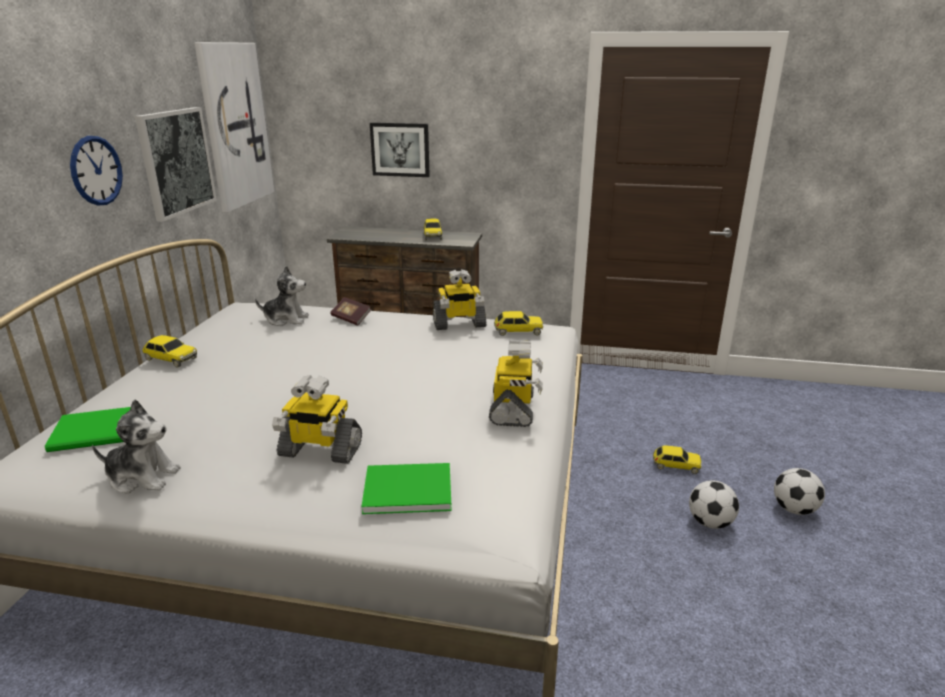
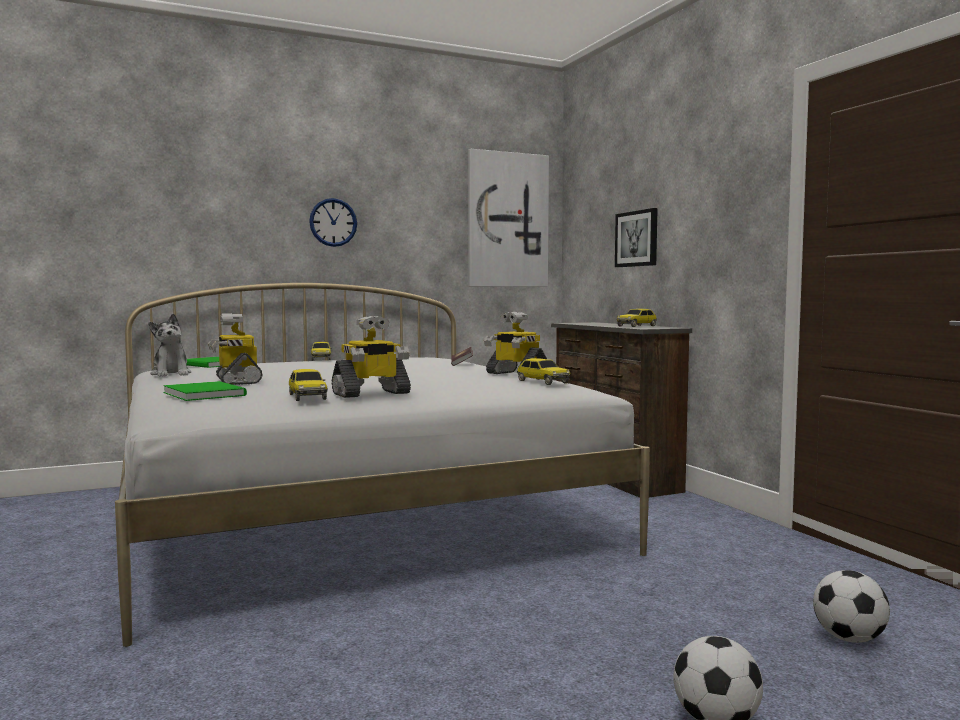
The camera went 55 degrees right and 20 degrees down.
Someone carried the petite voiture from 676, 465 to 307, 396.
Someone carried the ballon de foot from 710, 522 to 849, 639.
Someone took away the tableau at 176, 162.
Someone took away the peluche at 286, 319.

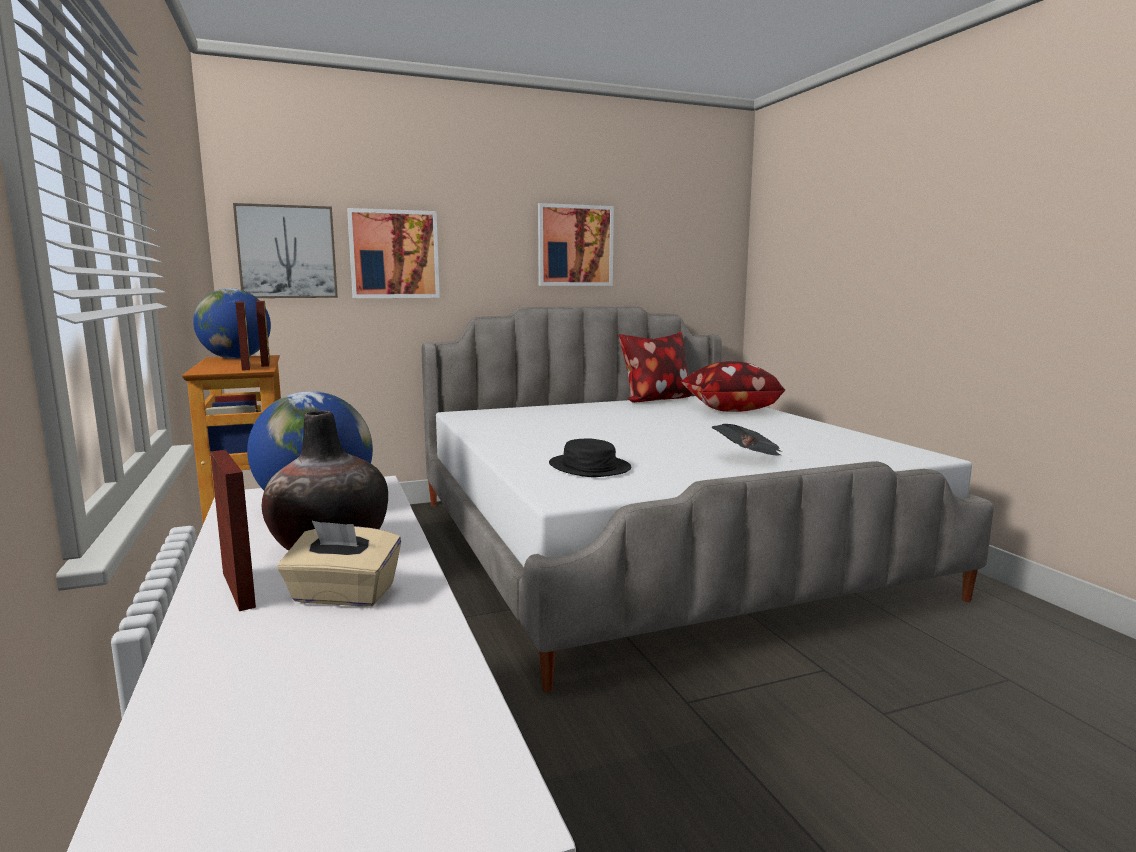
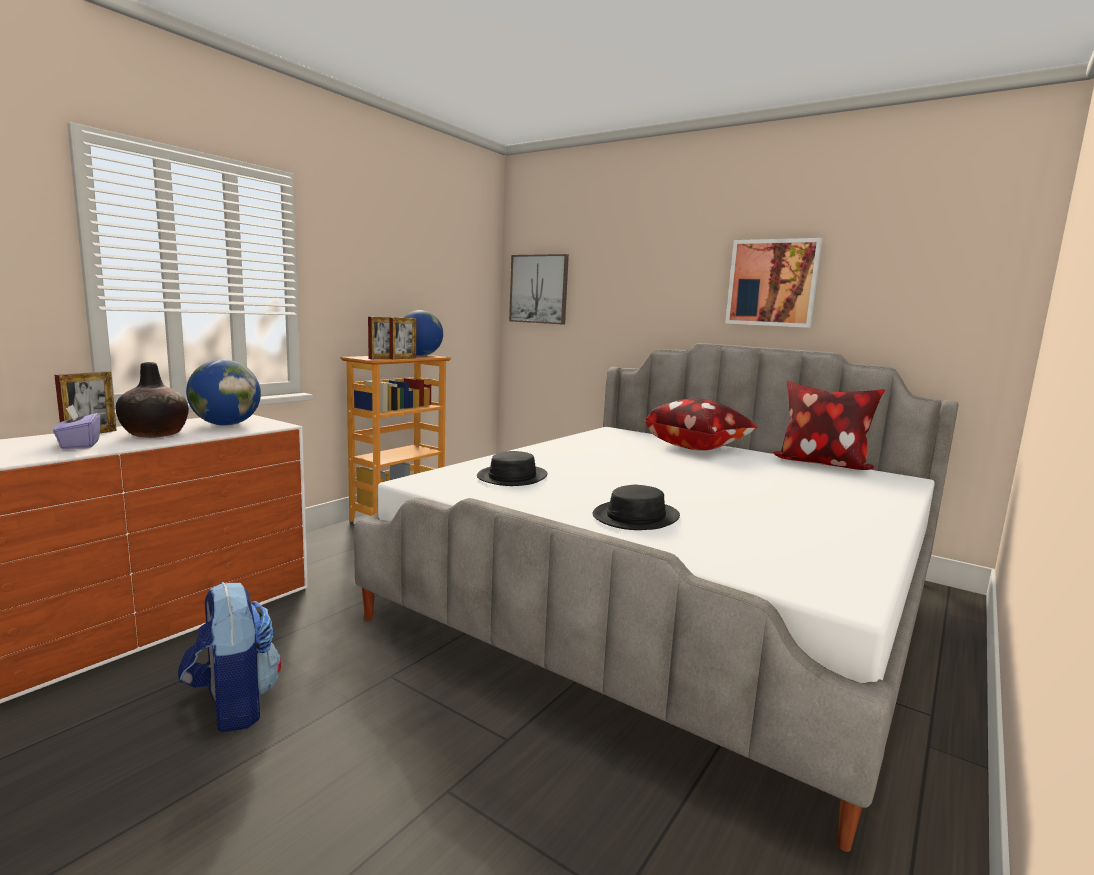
The camera went 55 degrees right and 0 degrees up.
Someone repainted the boîte à mouchoirs (beige) at 343, 595, which became the boîte à mouchoirs (violet) at 79, 444.
Someone put down the sac à dos at 233, 705.
Someone swapped the journal at 749, 459 for the chapeau (noir) at 636, 517.
Someone carried the coussin from 729, 410 to 696, 447.
Someone took away the tableau at 394, 254.

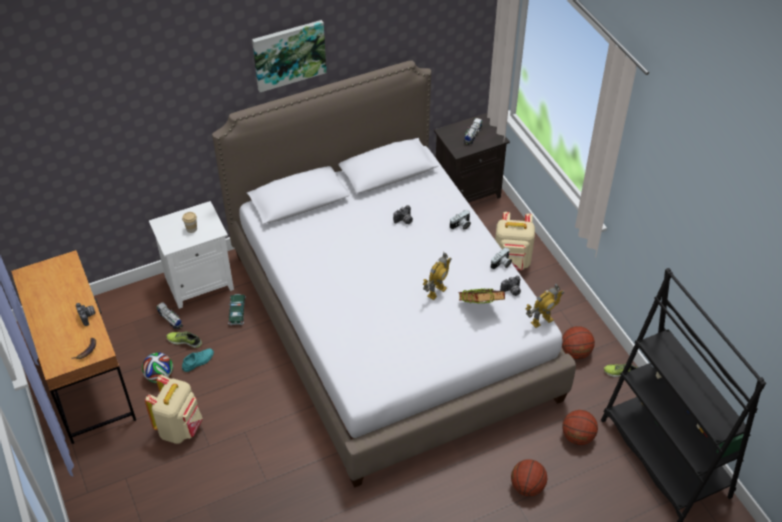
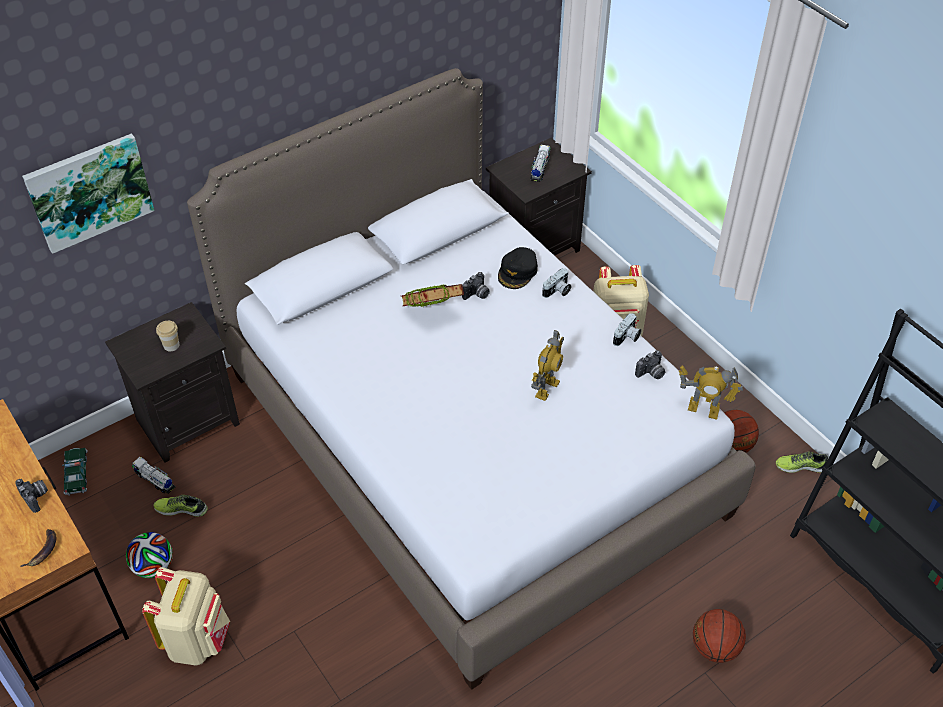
The camera went 10 degrees left and 0 degrees up.
Someone carried the tableau from 289, 54 to 89, 191.
Someone carried the petite voiture from 237, 312 to 77, 474.
Someone repainted the table de chevet (blanc) at 200, 282, which became the table de chevet (noir) at 188, 420.
Someone carried the livre from 480, 308 to 432, 314.
Someone put down the casquette (noir) at 518, 272.
Someone rotated the robot jouet at 541, 321 by 60 degrees clockwise.
Someone took away the chaussure (turquoise) at 198, 361.
Someone took away the ballon de basket at 577, 436.

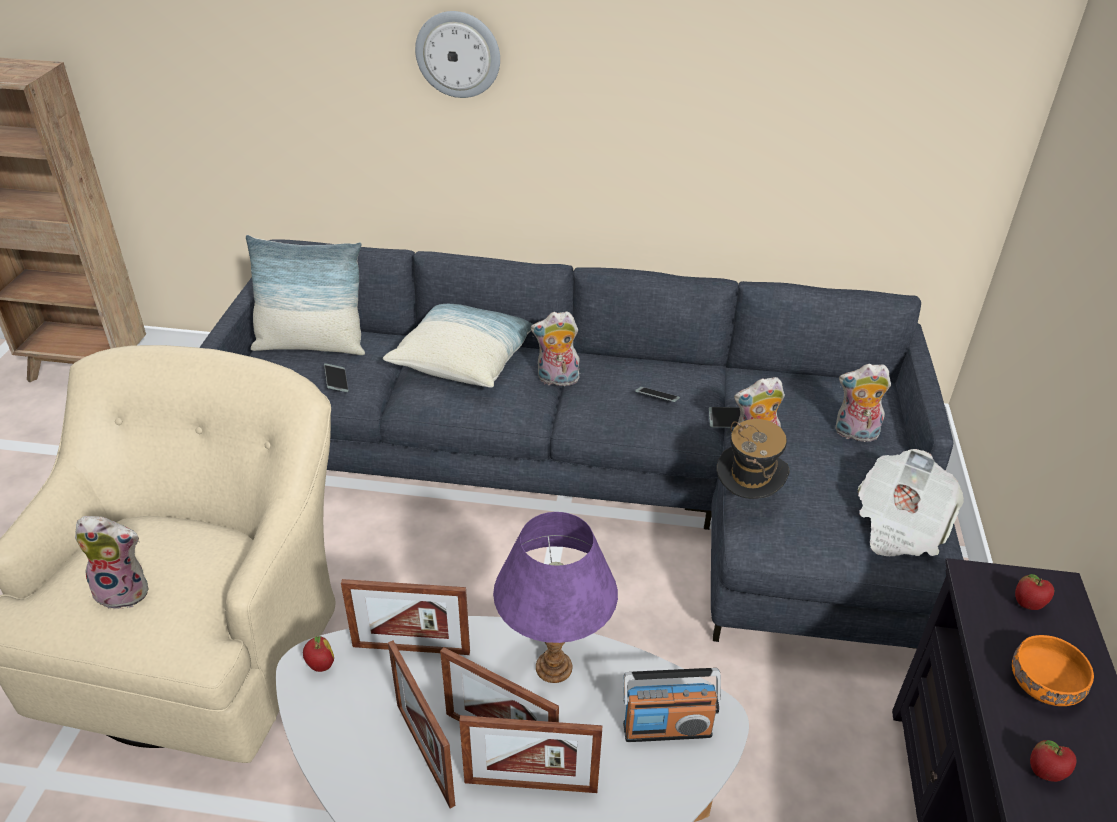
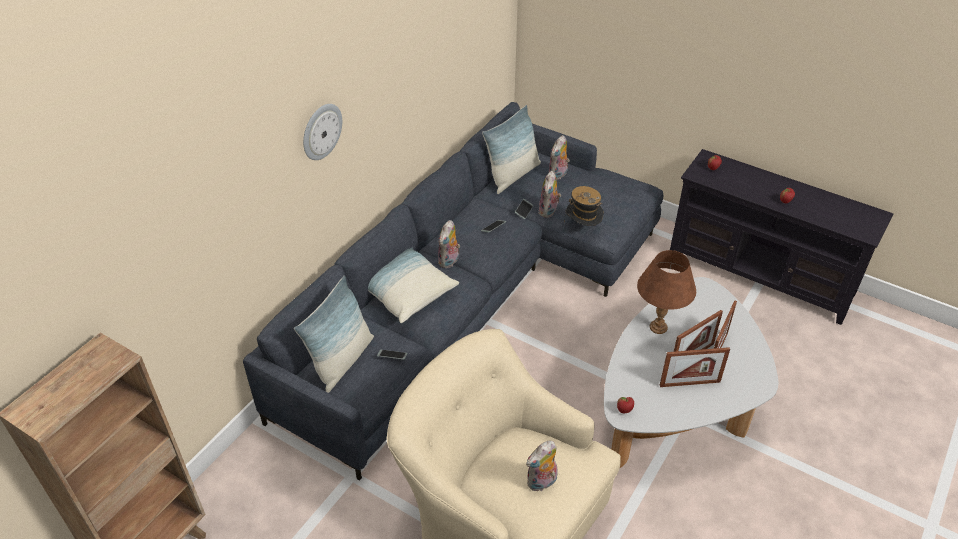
The camera went 65 degrees left and 5 degrees up.
Someone put down the coussin at 513, 175.
Someone rotated the peluche at 125, 590 by 150 degrees counterclockwise.
Someone repainted the lampe de table (violet) at 553, 667, which became the lampe de table (marron) at 658, 327.
Someone took away the cadre photo at 411, 649.
Someone took away the radio at 667, 728.
Someone took away the journal at 900, 525.
Someone took away the bol (orange) at 1045, 685.

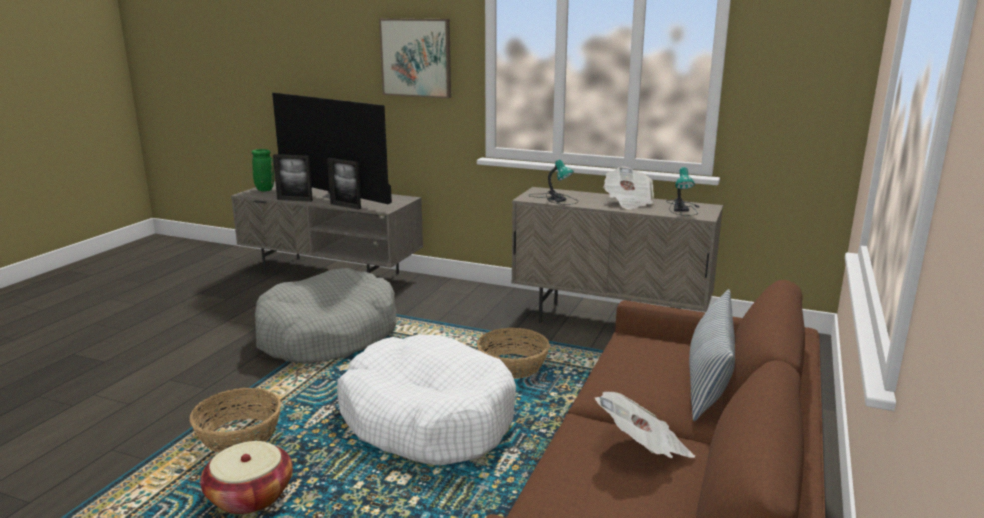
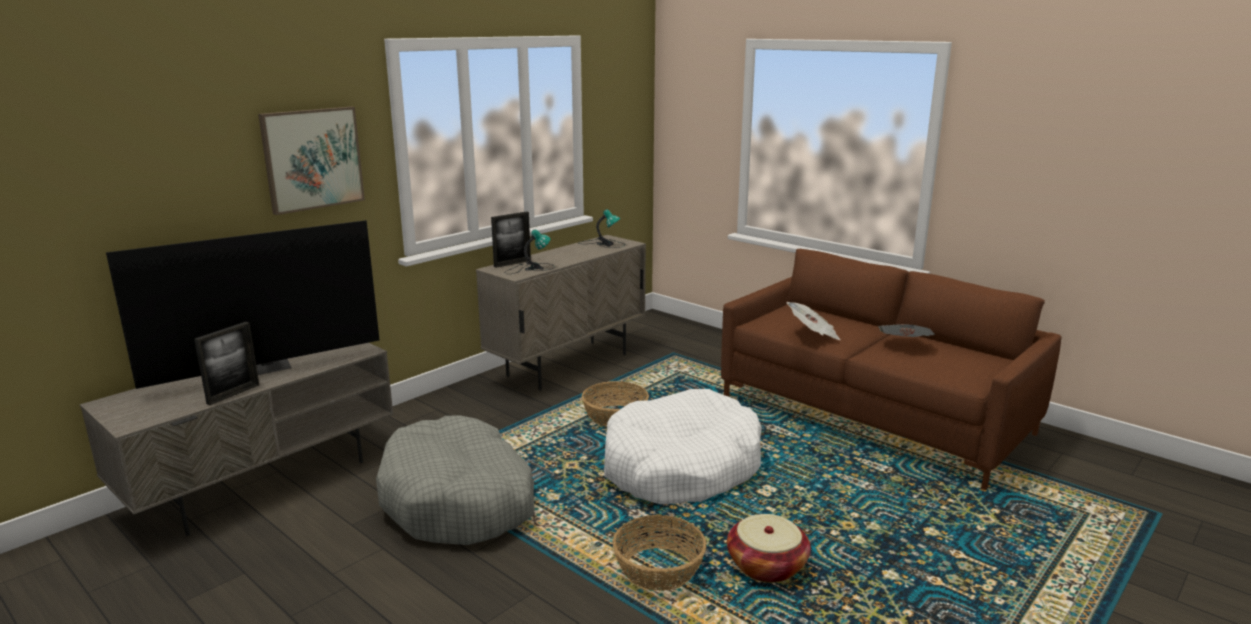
The camera went 70 degrees left and 0 degrees up.
Someone carried the cadre photo from 345, 206 to 512, 263.
Someone carried the journal from 628, 202 to 813, 334.
Someone took away the vase (vert) at 264, 190.
Someone took away the coussin at 708, 382.

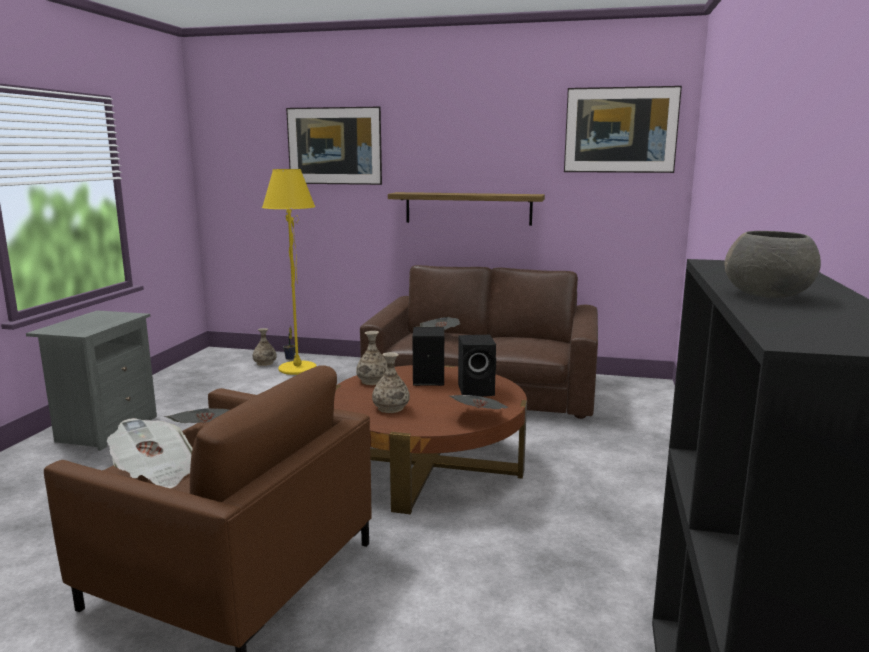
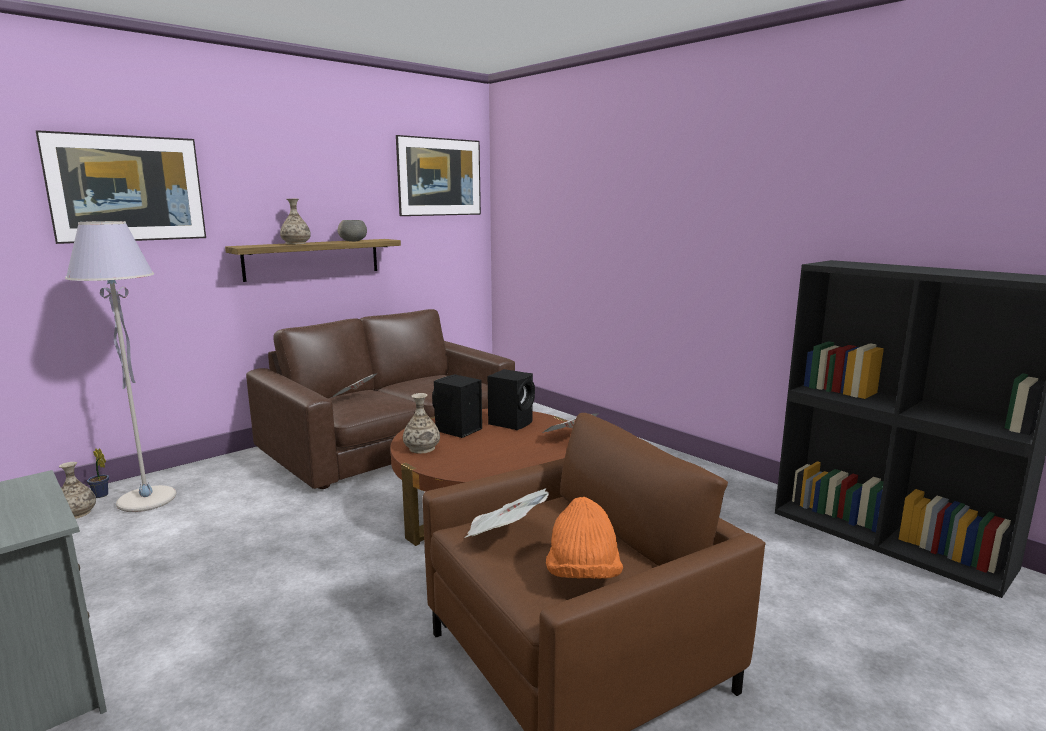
The camera went 55 degrees left and 0 degrees up.
Someone repainted the lampadaire (jaune) at 297, 369, which became the lampadaire (gris) at 146, 500.
Someone carried the vase from 391, 408 to 296, 243.
Someone carried the bol (gris) from 768, 295 to 353, 241.
Someone swapped the journal at 156, 473 for the chapeau (orange) at 583, 575.

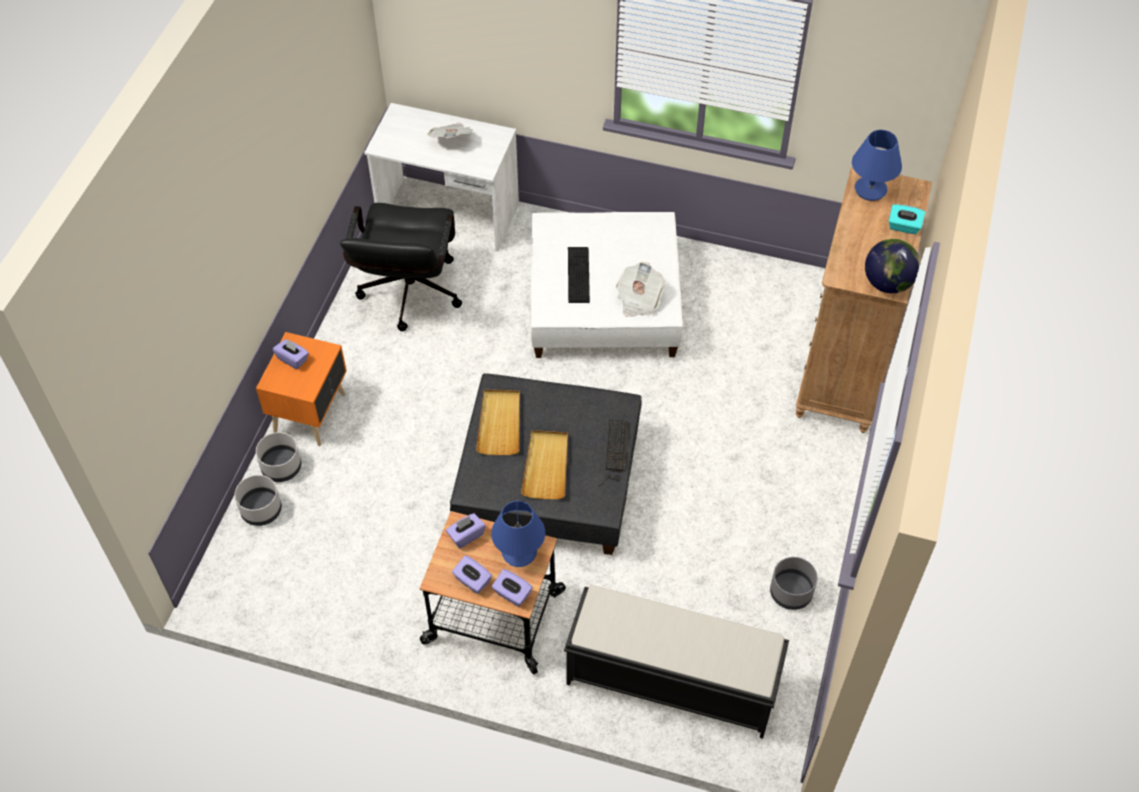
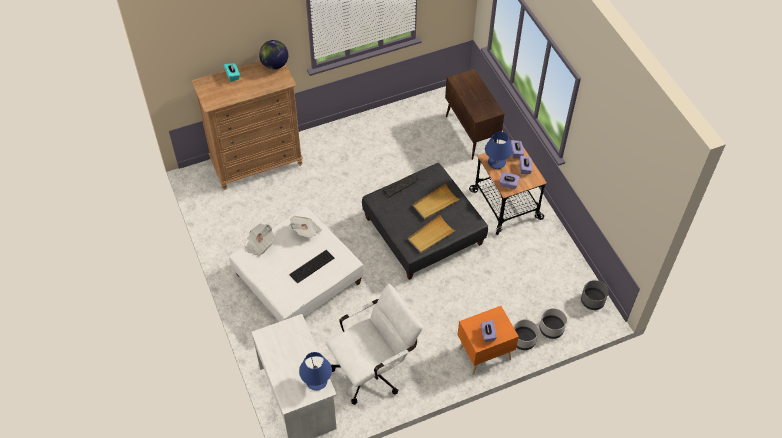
The camera went 130 degrees left and 0 degrees up.
Someone carried the journal from 451, 140 to 259, 245.
Someone carried the lampe de table (bleu) from 870, 189 to 316, 381.
Someone repainted the chaise de bureau (noir) at 409, 298, which became the chaise de bureau (blanc) at 374, 369.
Someone swapped the banc (noir) at 670, 680 for the meuble de rangement (marron) at 471, 134.
Someone carried the cache-pot (gris) from 791, 593 to 592, 300.

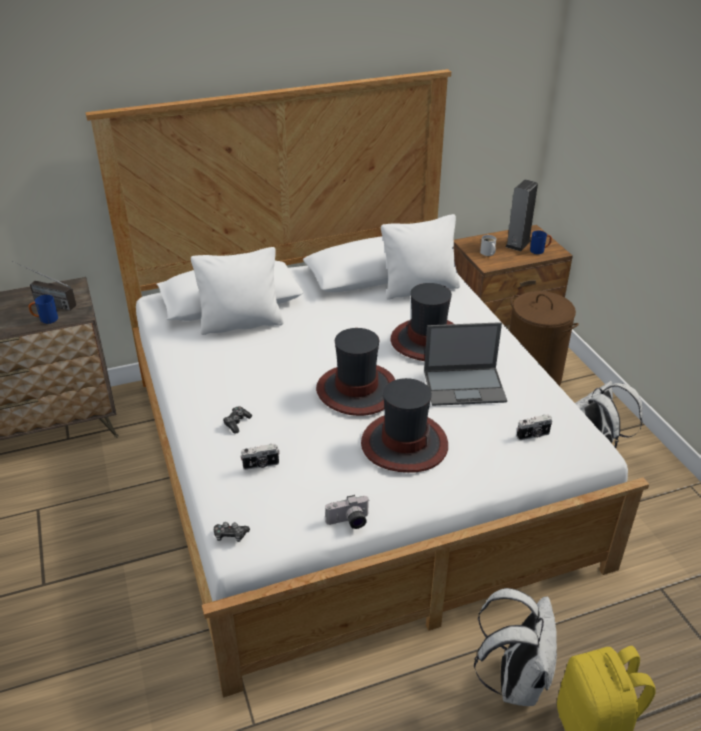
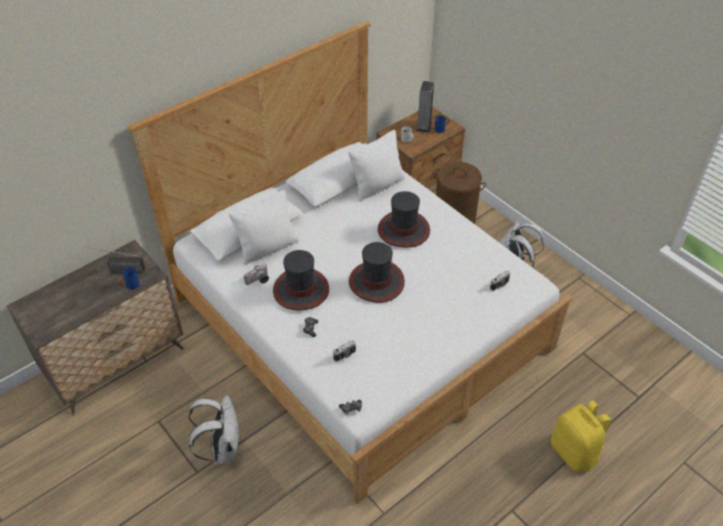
The camera went 20 degrees left and 10 degrees up.
Someone carried the sac à dos (blanc) from 514, 680 to 222, 448.
Someone carried the appareil photo from 349, 522 to 258, 281.
Someone carried the chapeau from 404, 444 to 300, 290.
Someone took away the ordinateur portable at 465, 386.

